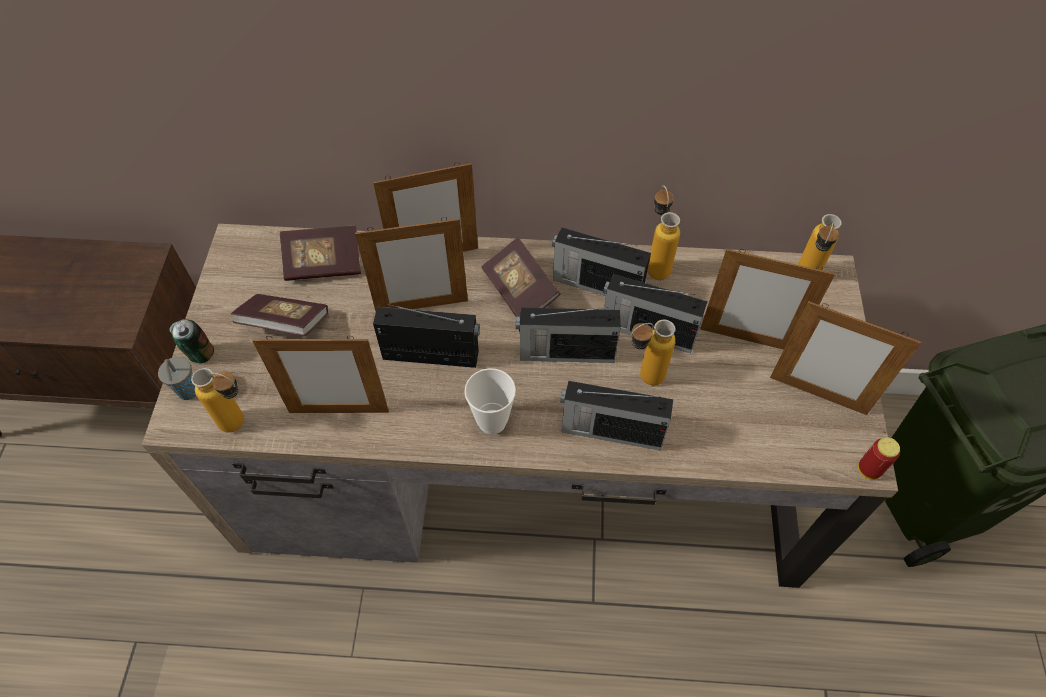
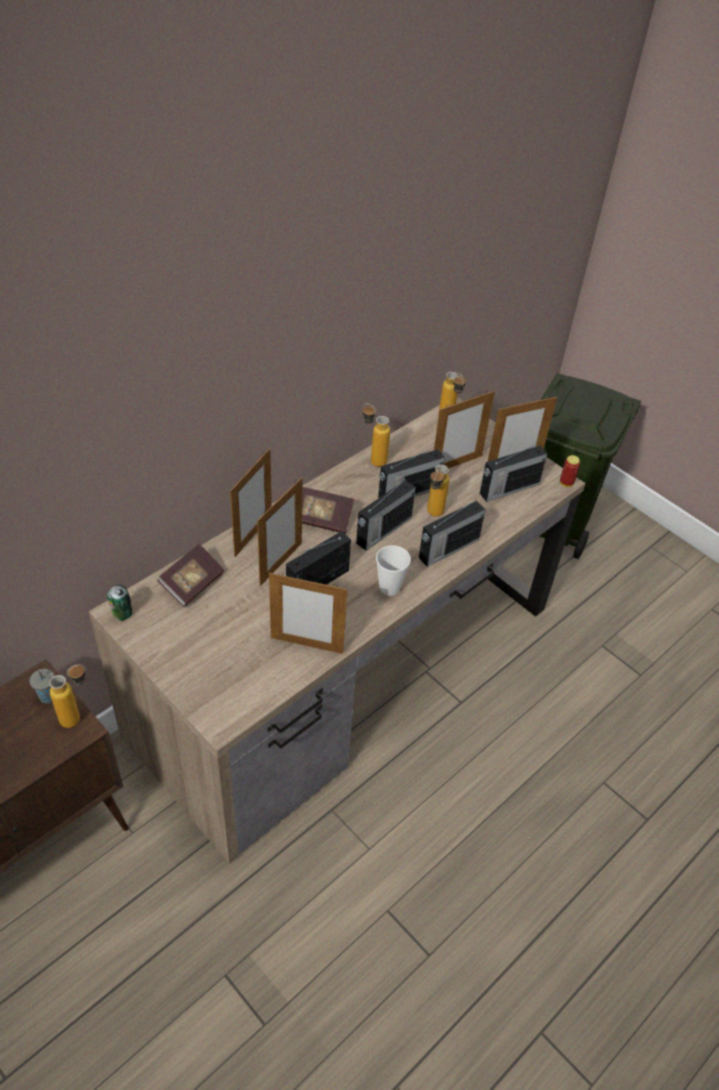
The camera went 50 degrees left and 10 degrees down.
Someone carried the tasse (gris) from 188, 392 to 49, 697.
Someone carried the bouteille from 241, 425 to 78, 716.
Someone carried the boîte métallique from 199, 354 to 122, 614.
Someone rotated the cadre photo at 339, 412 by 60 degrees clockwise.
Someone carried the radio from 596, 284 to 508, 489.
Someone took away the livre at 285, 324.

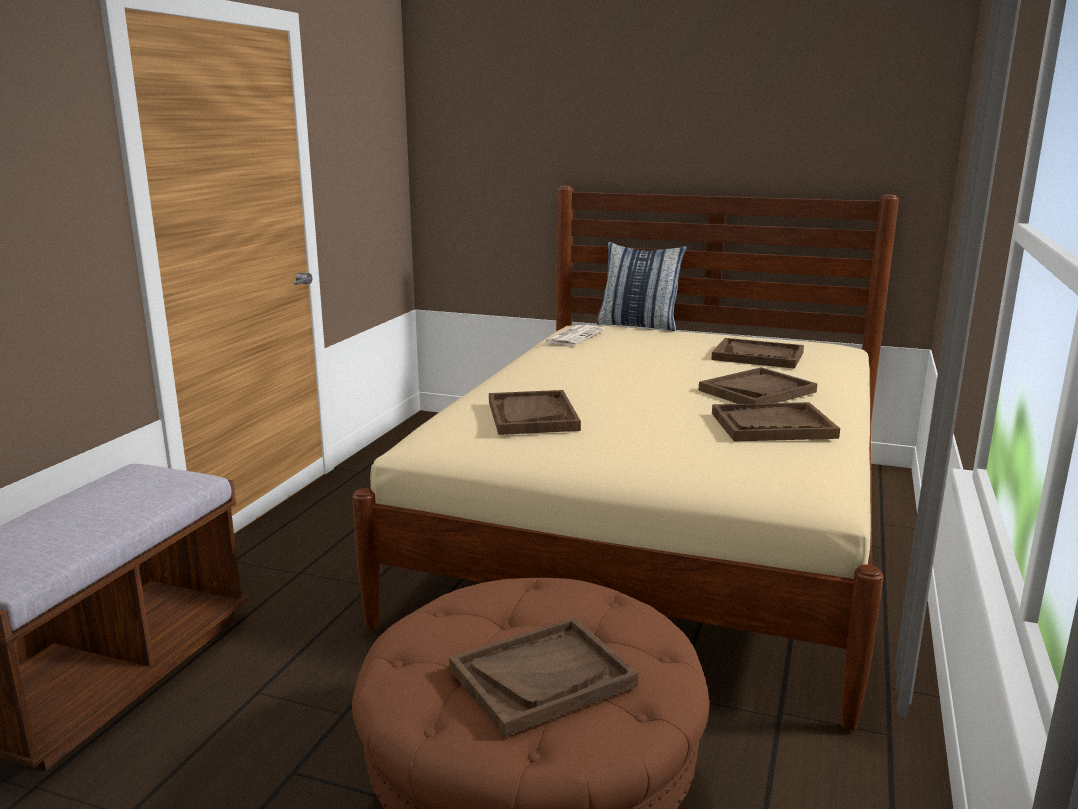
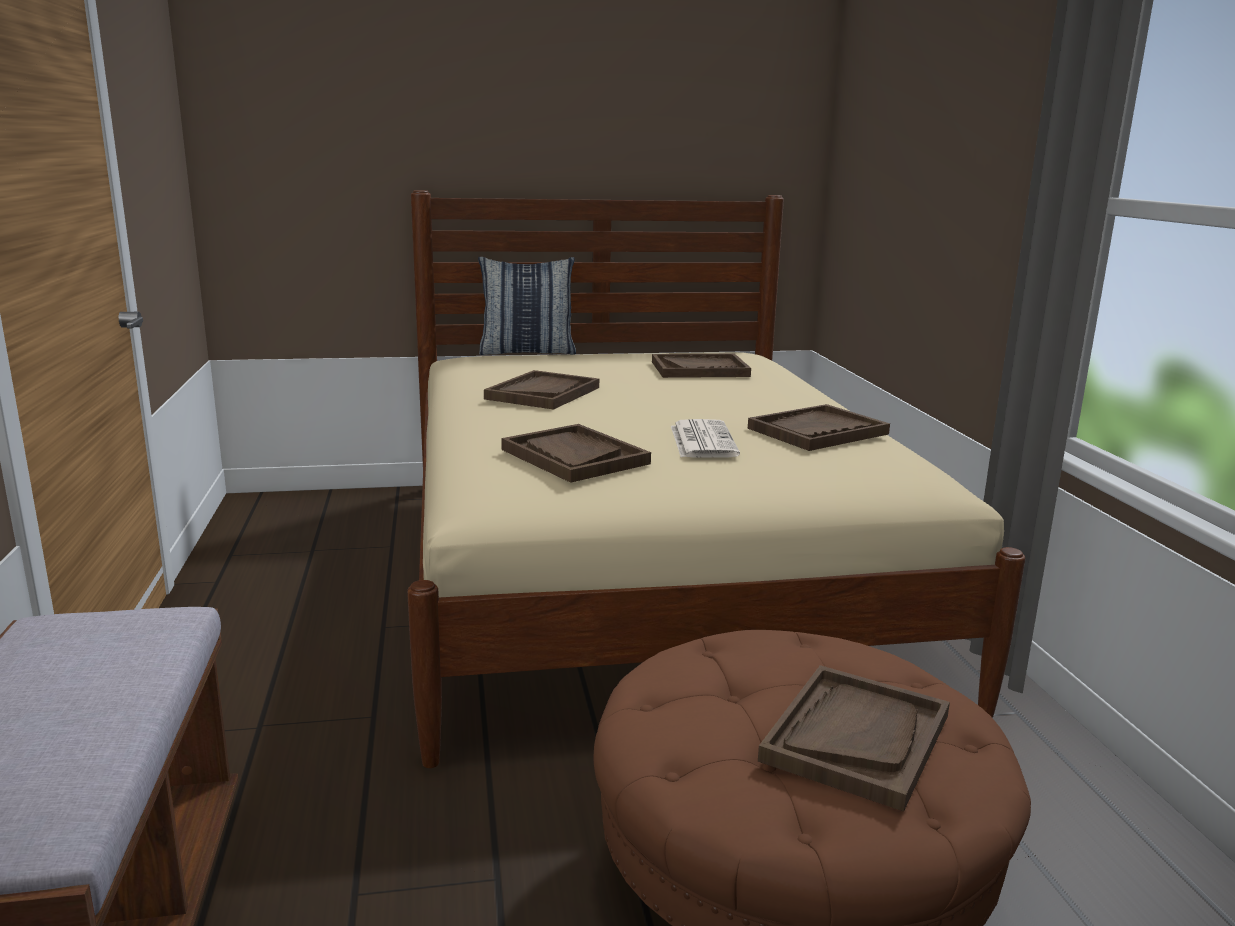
The camera went 30 degrees left and 0 degrees up.
Someone carried the plateau (marron) from 757, 391 to 543, 393.
Someone carried the journal from 574, 337 to 702, 440.

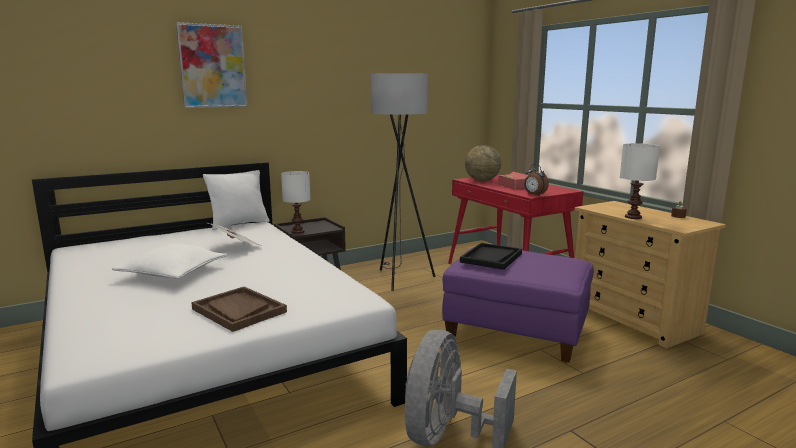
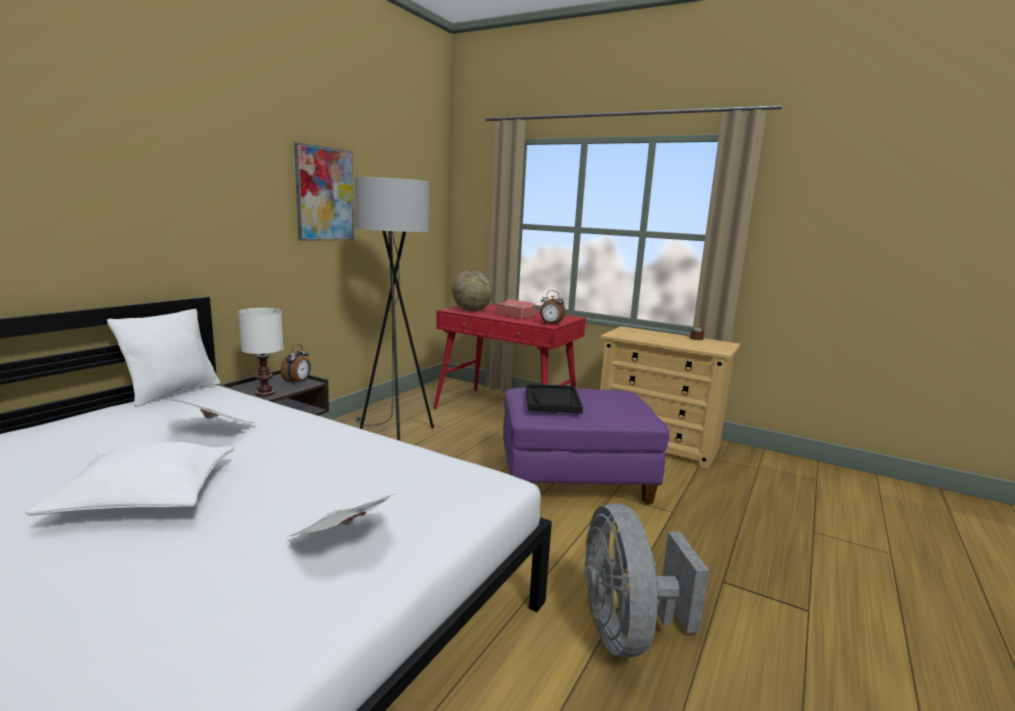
The camera went 30 degrees left and 0 degrees up.
Someone put down the réveil at 297, 382.
Someone swapped the plateau (marron) at 238, 310 for the journal at 344, 540.
Someone carried the tableau from 212, 66 to 324, 194.
Someone took away the lampe de table (blanc) at 633, 217.

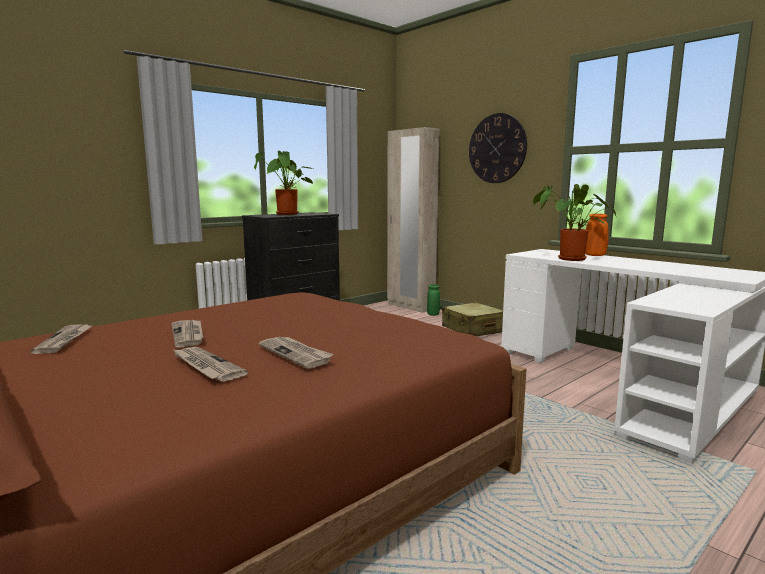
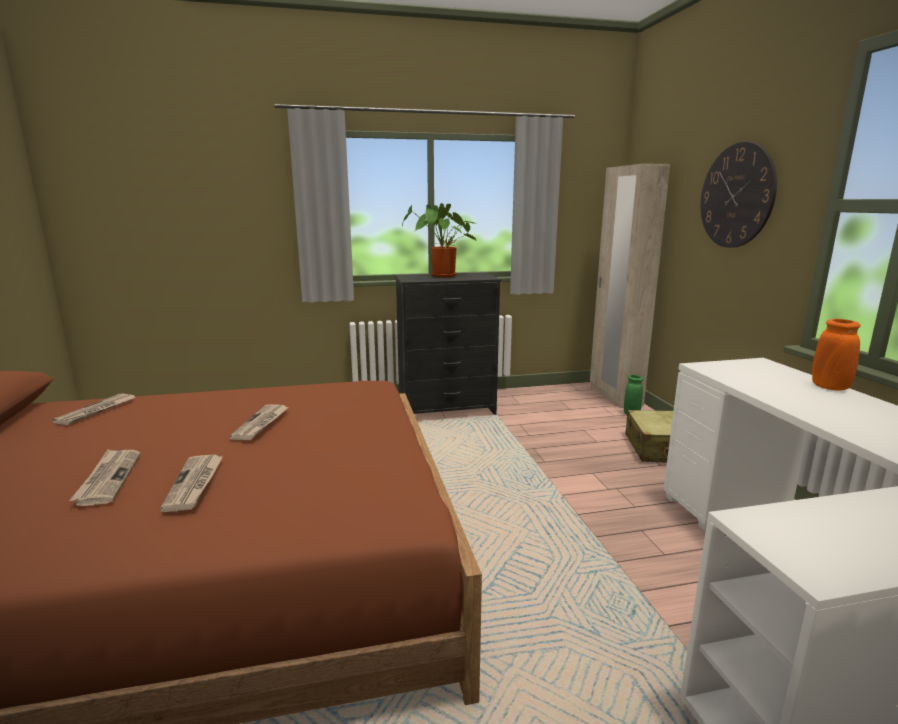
The camera went 30 degrees right and 5 degrees up.
Someone carried the journal from 188, 335 to 261, 424.
Someone took away the plante en pot at 568, 259.

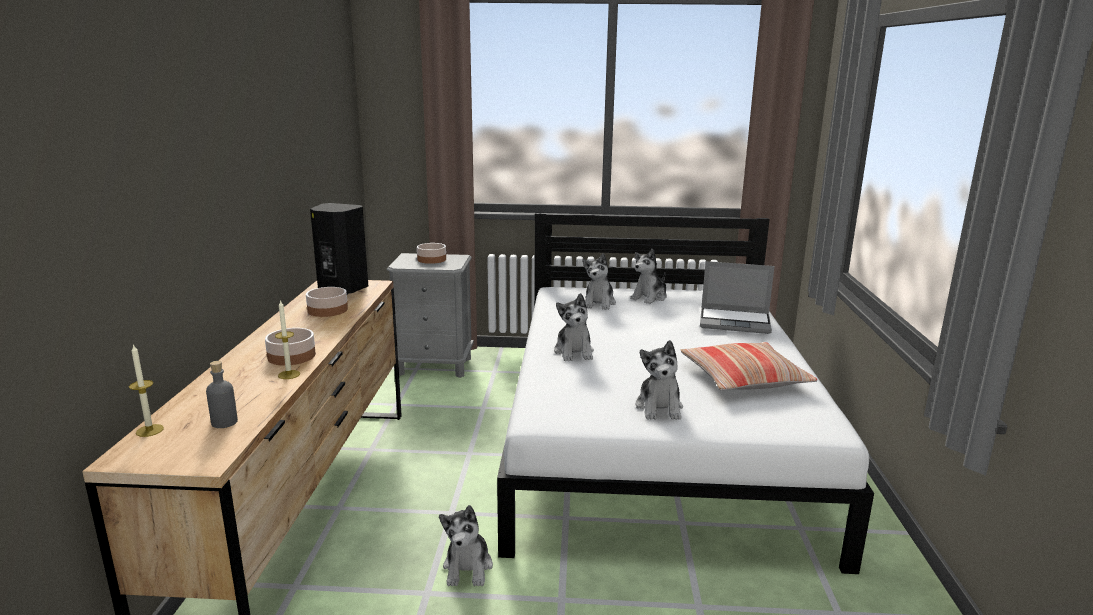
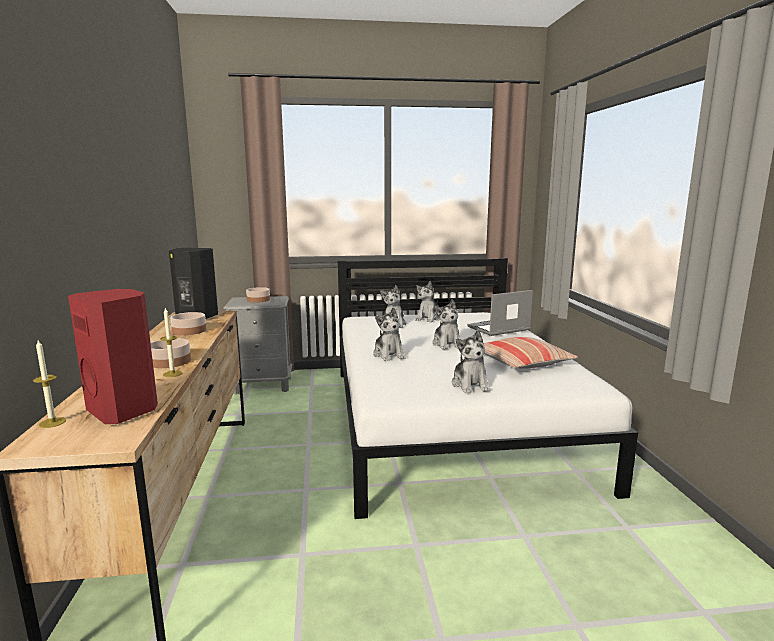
The camera went 10 degrees left and 5 degrees down.
Someone swapped the bouteille (gris) at 224, 422 for the enceinte (rouge) at 125, 411.
Someone carried the peluche from 468, 567 to 447, 344.
Someone rotated the ordinateur portable at 735, 322 by 150 degrees clockwise.

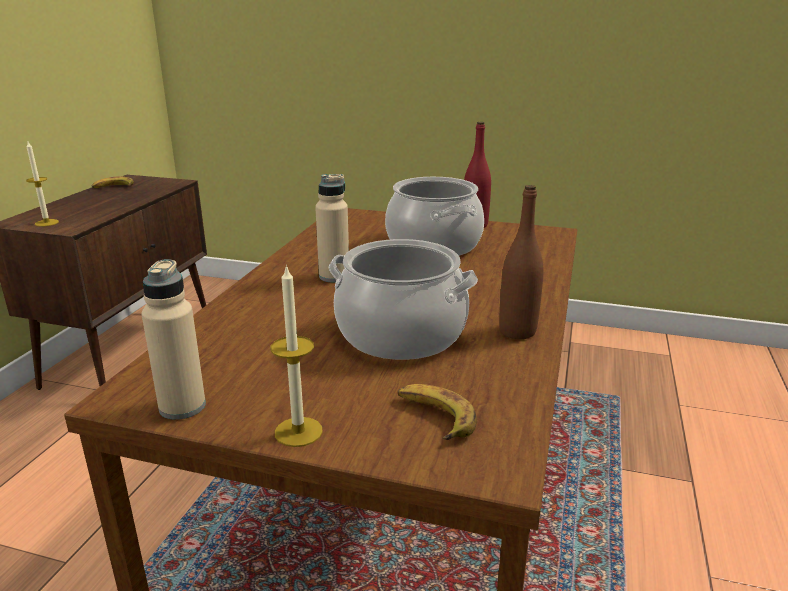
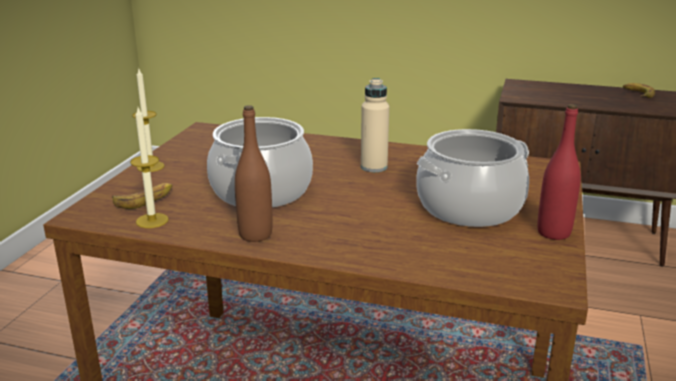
The camera went 90 degrees right and 0 degrees up.
Someone carried the bougie from 46, 223 to 152, 220.
Someone took away the bouteille (beige) at 182, 407.

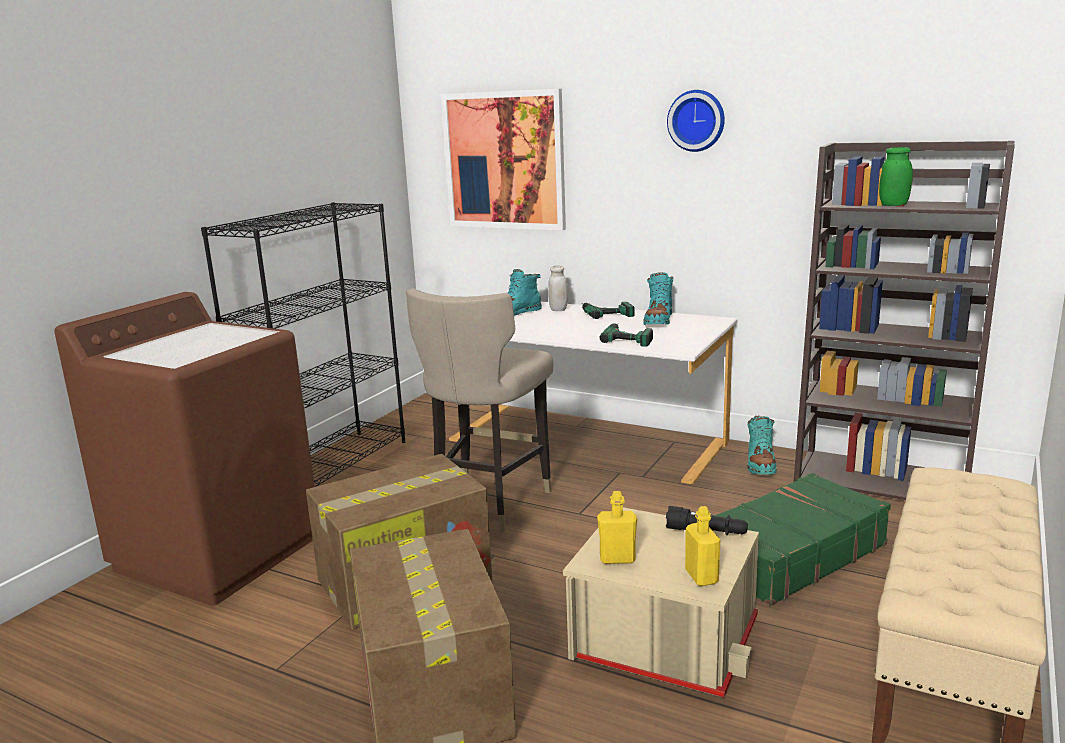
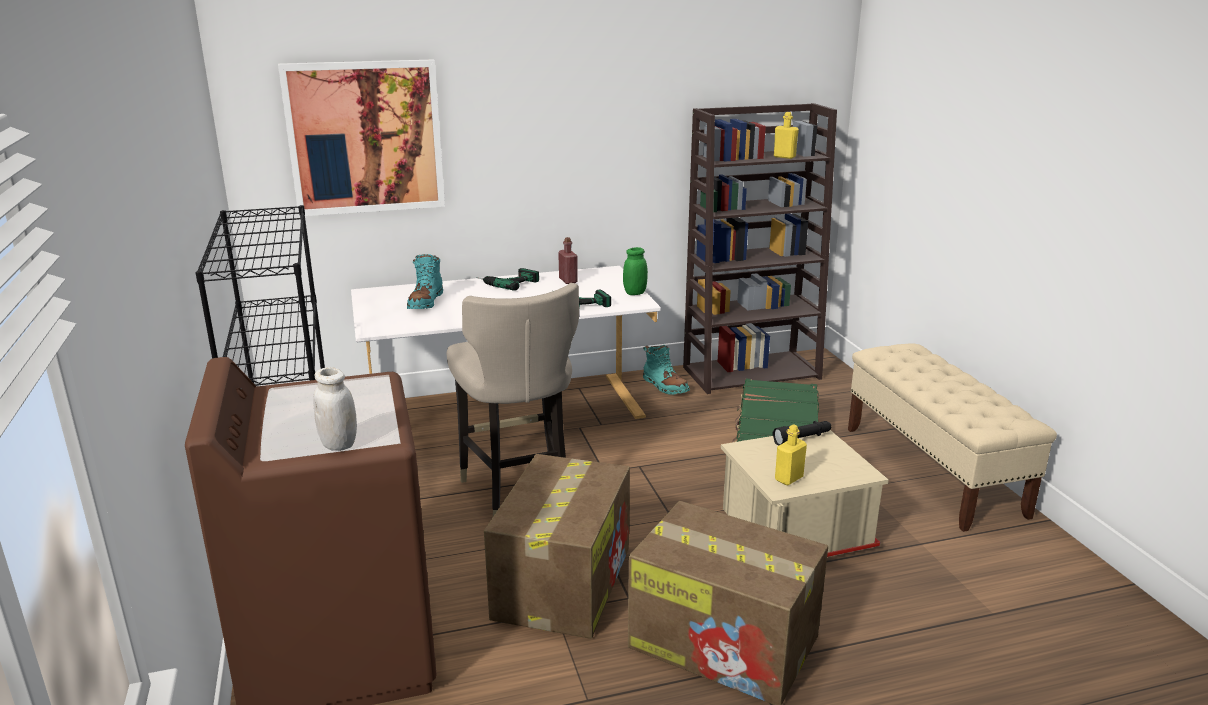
The camera went 45 degrees left and 5 degrees up.
Someone carried the bocal (blanc) from 558, 309 to 339, 444.
Someone swapped the botte (turquoise) at 658, 320 for the bouteille (rouge) at 568, 280.
Someone carried the bocal (vert) from 893, 205 to 635, 293.
Someone carried the bouteille (jaune) from 701, 577 to 784, 157.
Someone took away the horloge murale at 697, 120.

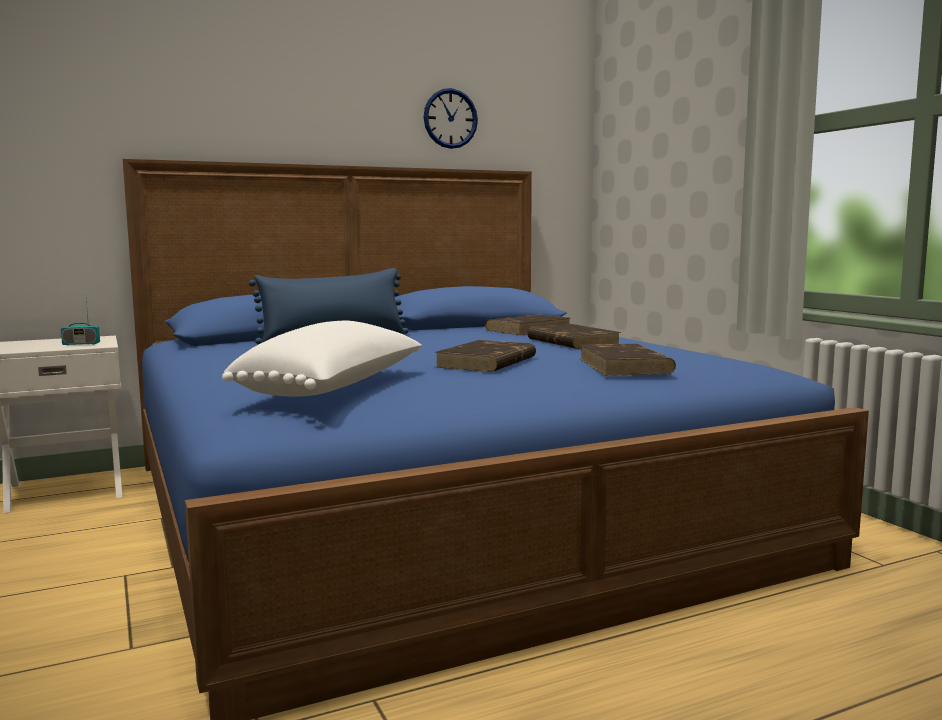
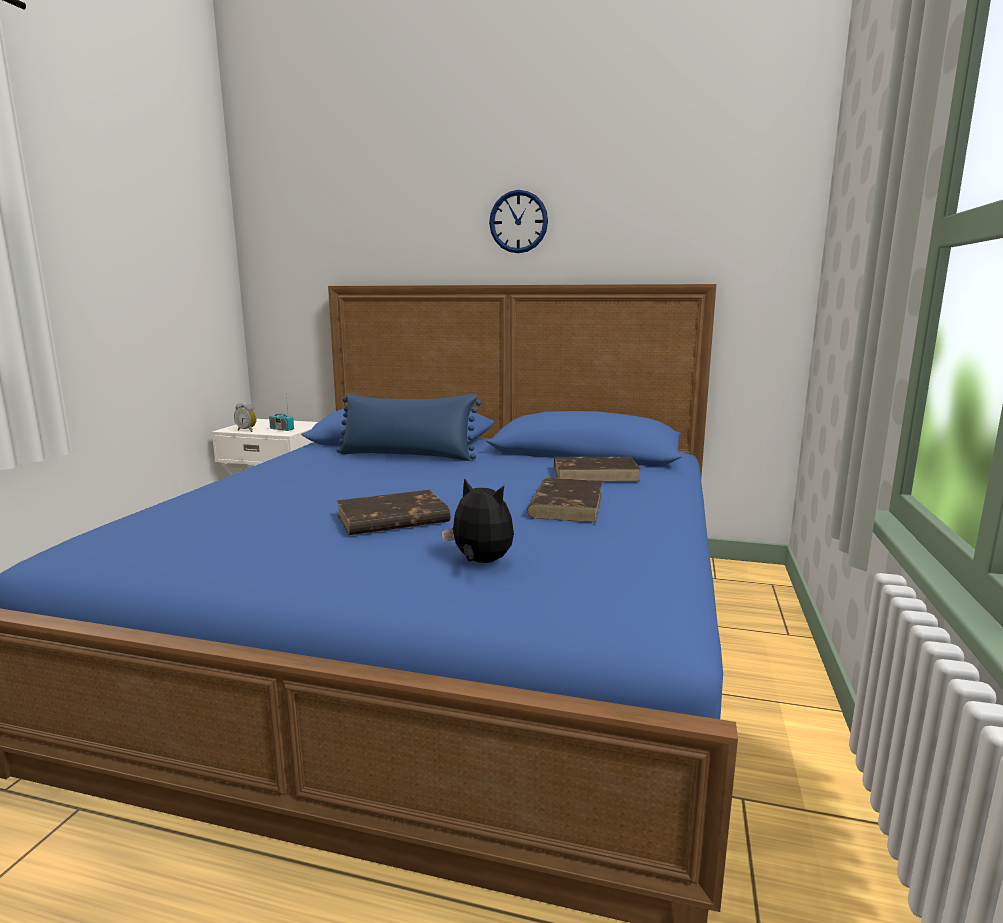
The camera went 40 degrees right and 5 degrees up.
Someone put down the réveil at 247, 430.
Someone swapped the livre (marron) at 625, 366 for the peluche at 480, 562.
Someone carried the horloge murale from 450, 118 to 518, 222.
Someone took away the coussin (blanc) at 336, 389.

